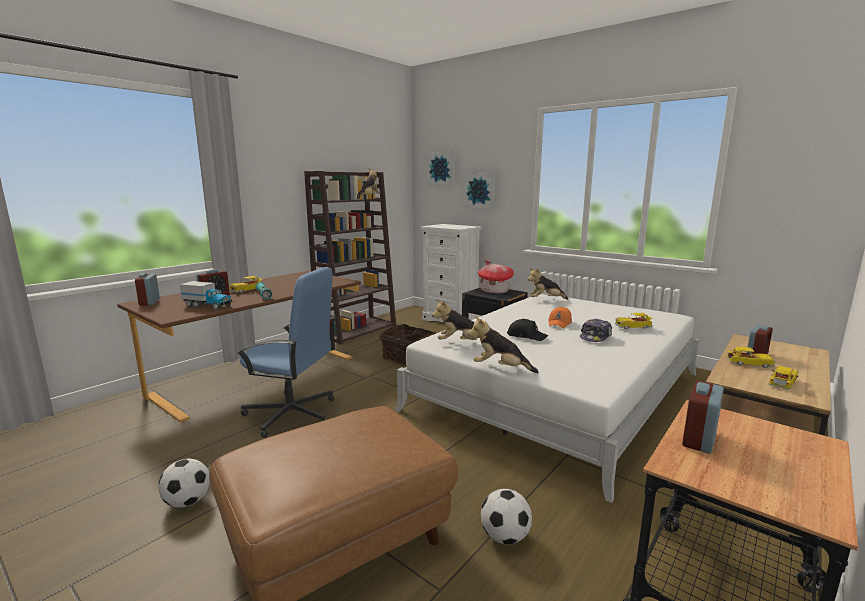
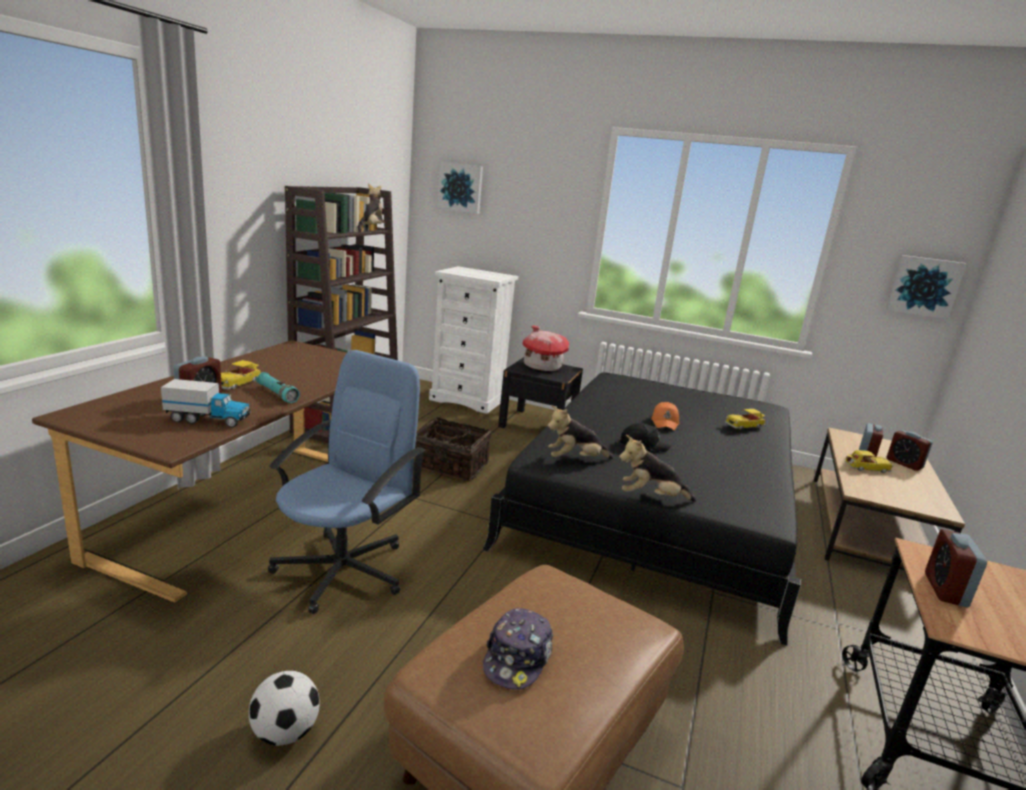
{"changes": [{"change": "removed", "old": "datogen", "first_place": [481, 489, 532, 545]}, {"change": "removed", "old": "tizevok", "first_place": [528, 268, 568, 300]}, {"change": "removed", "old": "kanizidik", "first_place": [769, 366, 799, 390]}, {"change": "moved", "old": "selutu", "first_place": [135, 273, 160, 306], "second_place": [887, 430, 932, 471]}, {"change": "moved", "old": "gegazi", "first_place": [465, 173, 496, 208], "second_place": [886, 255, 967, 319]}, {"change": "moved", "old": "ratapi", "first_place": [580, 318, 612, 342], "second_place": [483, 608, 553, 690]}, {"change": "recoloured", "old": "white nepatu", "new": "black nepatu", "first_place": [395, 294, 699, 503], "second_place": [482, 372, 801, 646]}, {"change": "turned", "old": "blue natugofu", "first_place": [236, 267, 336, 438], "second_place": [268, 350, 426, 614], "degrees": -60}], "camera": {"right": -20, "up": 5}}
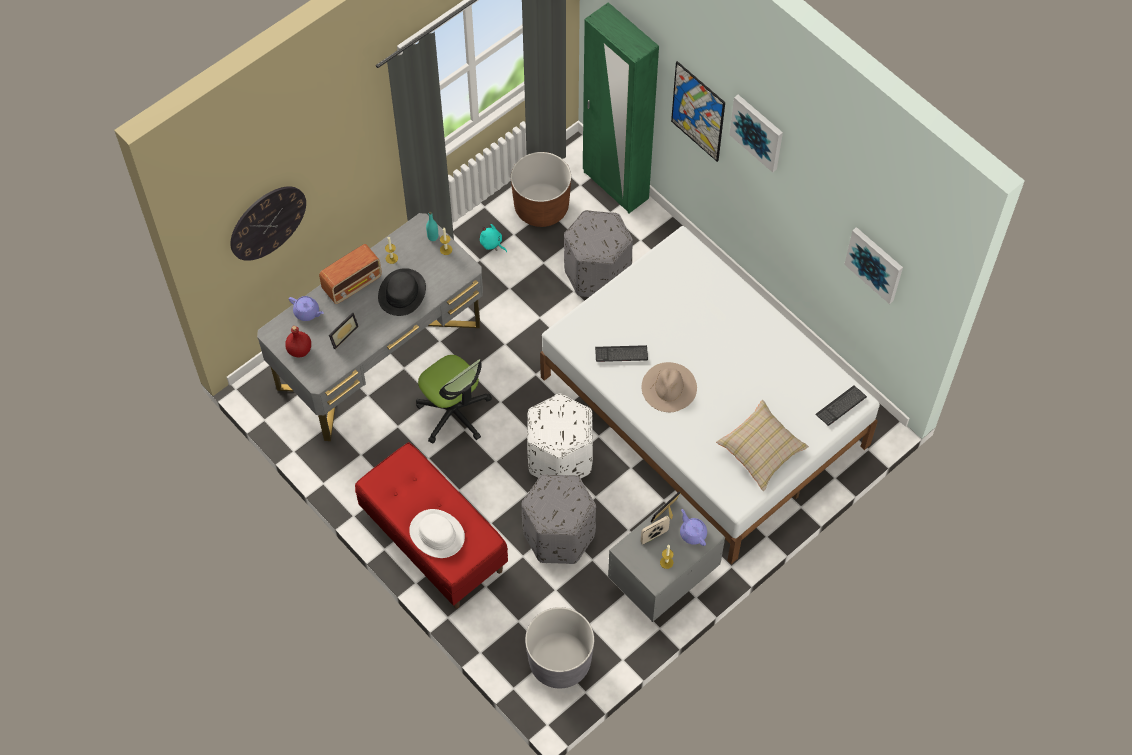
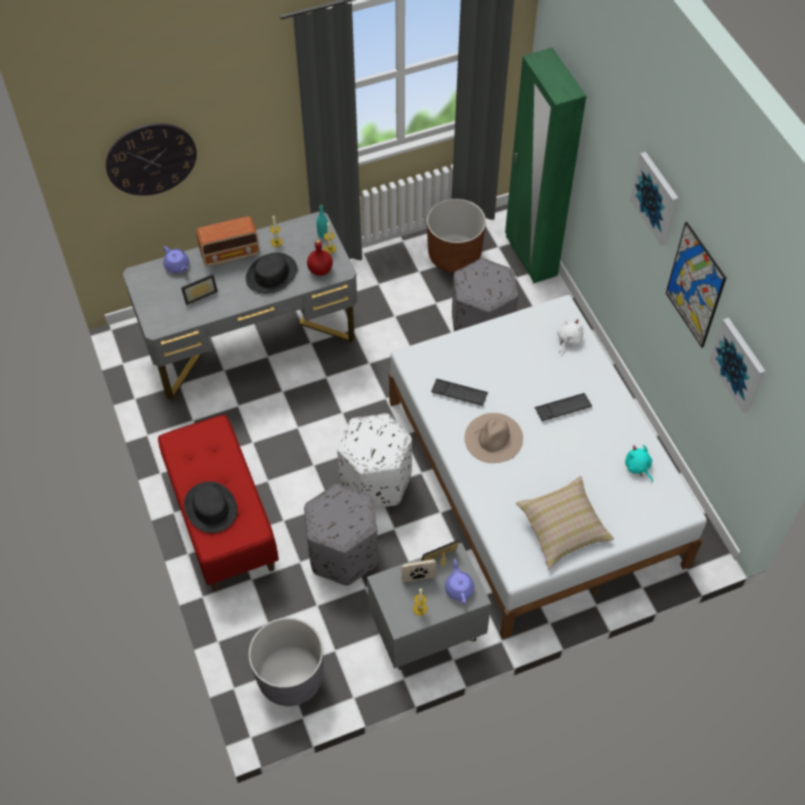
{"changes": [{"change": "removed", "old": "natugofu", "first_place": [416, 355, 492, 444]}, {"change": "added", "new": "white tizevok", "second_place": [557, 318, 584, 353]}, {"change": "moved", "old": "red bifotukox", "first_place": [285, 326, 311, 357], "second_place": [307, 239, 333, 276]}, {"change": "moved", "old": "turquoise tizevok", "first_place": [480, 224, 507, 252], "second_place": [625, 445, 653, 482]}, {"change": "moved", "old": "gegazi", "first_place": [671, 61, 725, 162], "second_place": [666, 222, 726, 348]}, {"change": "moved", "old": "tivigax", "first_place": [815, 385, 867, 426], "second_place": [534, 393, 592, 421]}, {"change": "recoloured", "old": "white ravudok", "new": "black ravudok", "first_place": [409, 509, 465, 558], "second_place": [184, 481, 237, 533]}], "camera": {"right": 20, "up": -5}}
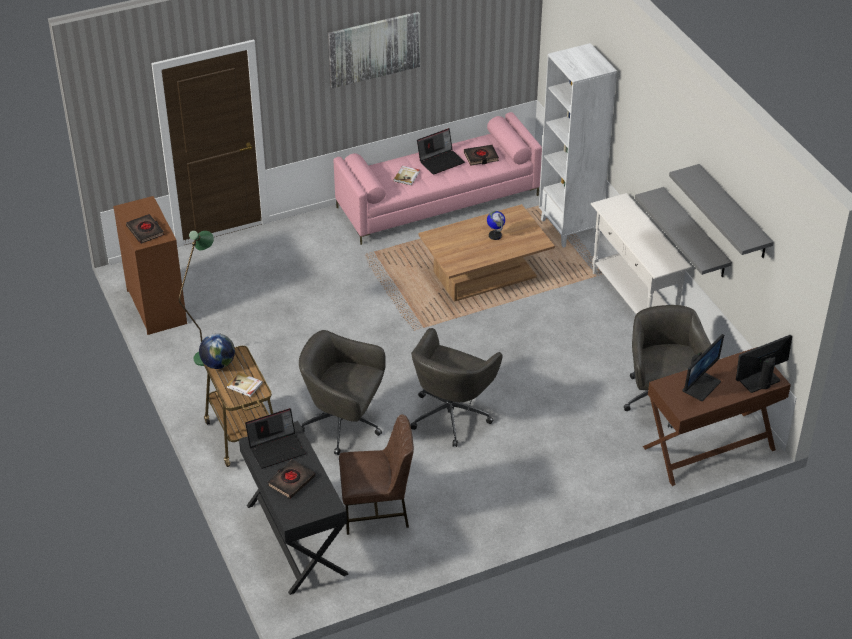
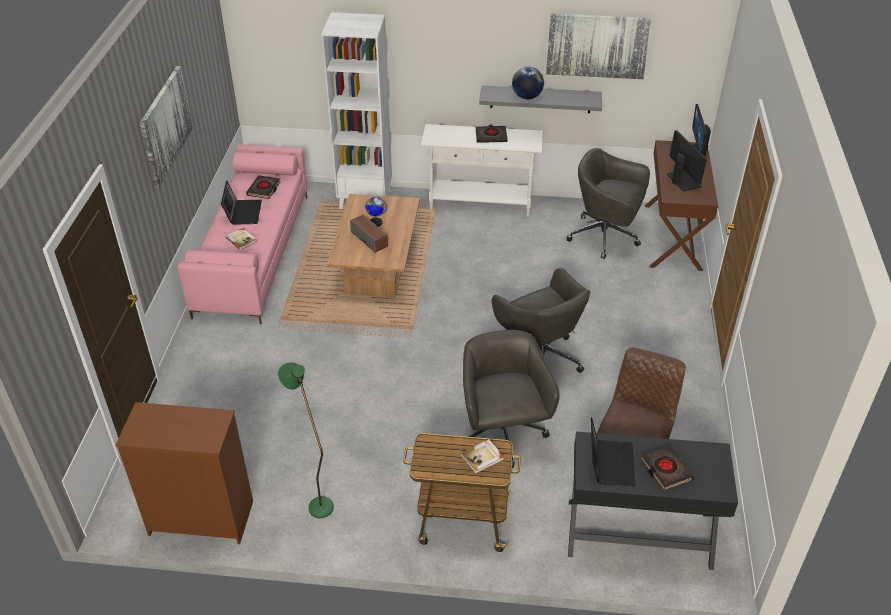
{"changes": [{"change": "added", "new": "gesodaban", "second_place": [350, 215, 388, 253]}, {"change": "moved", "old": "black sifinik", "first_place": [126, 214, 164, 244], "second_place": [476, 125, 508, 143]}, {"change": "moved", "old": "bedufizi", "first_place": [199, 333, 235, 369], "second_place": [512, 67, 544, 99]}, {"change": "replaced", "old": "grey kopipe", "new": "gegazi", "first_place": [669, 164, 774, 258], "second_place": [546, 13, 652, 79]}, {"change": "turned", "old": "grey natugofu", "first_place": [299, 330, 386, 455], "second_place": [463, 330, 560, 468], "degrees": 120}], "camera": {"right": -60, "up": 0}}
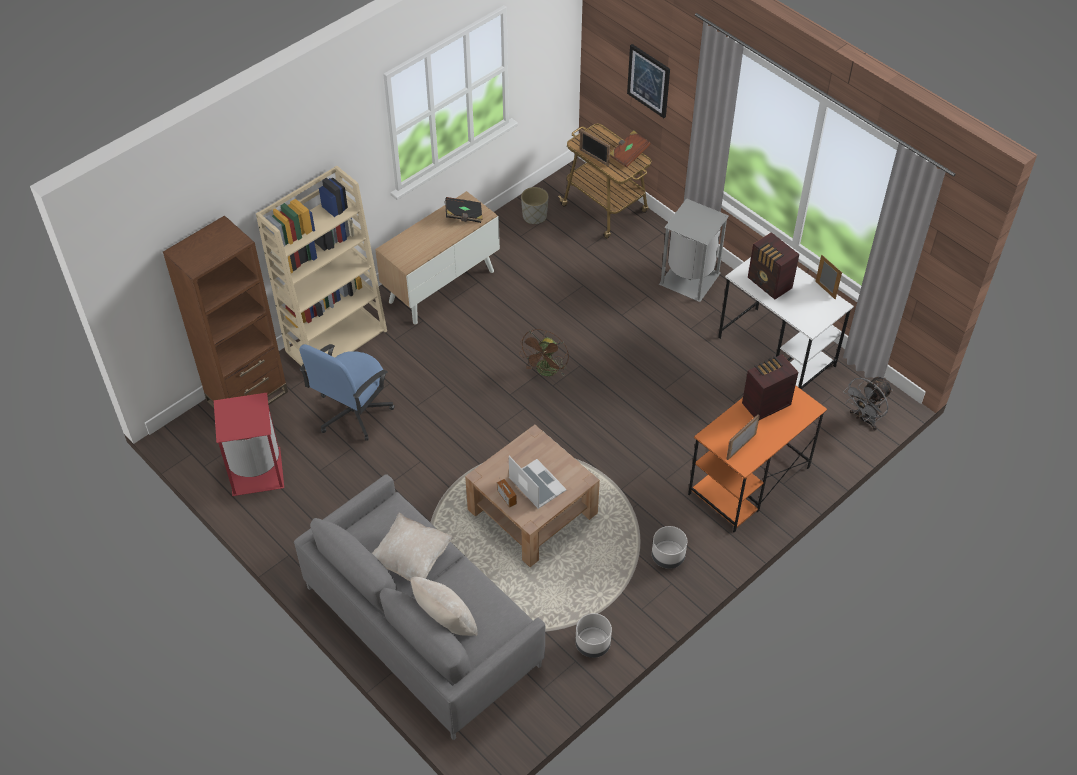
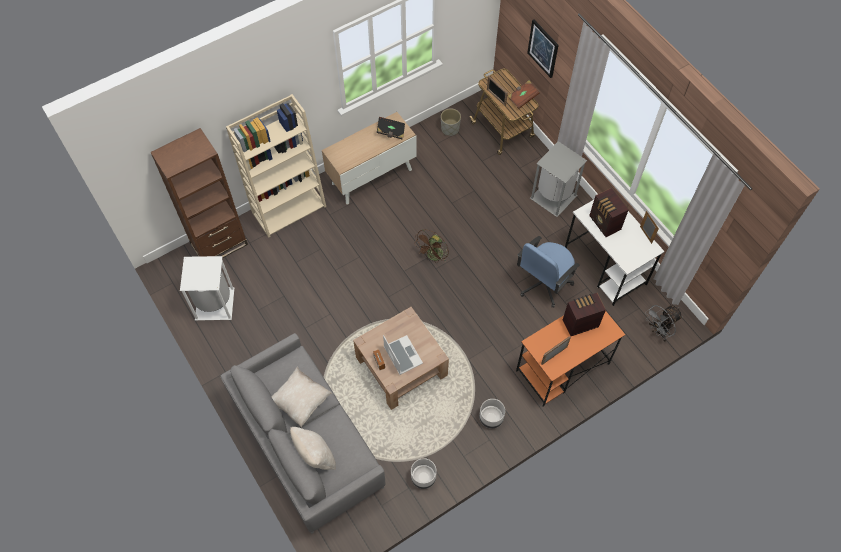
{"changes": [{"change": "moved", "old": "blue natugofu", "first_place": [299, 344, 394, 441], "second_place": [517, 236, 580, 308]}, {"change": "recoloured", "old": "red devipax", "new": "white devipax", "first_place": [214, 393, 284, 496], "second_place": [180, 256, 235, 320]}], "camera": {"right": 10, "up": 10}}
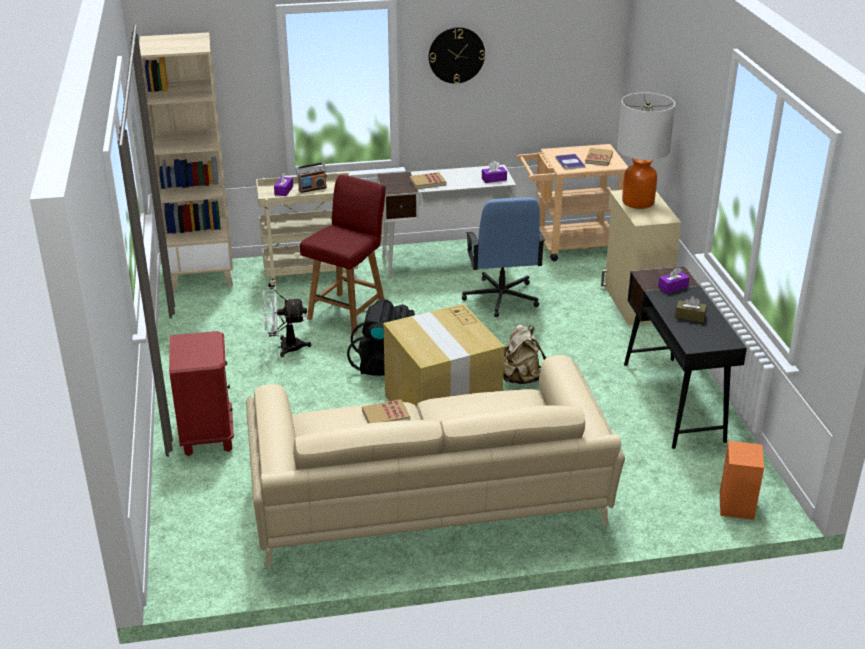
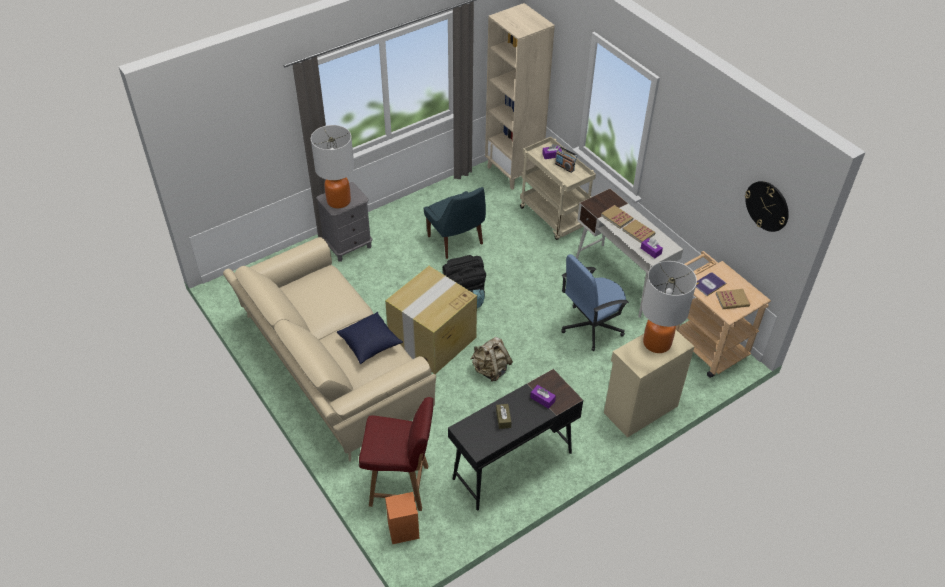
{"changes": [{"change": "added", "new": "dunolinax", "second_place": [311, 125, 355, 208]}, {"change": "added", "new": "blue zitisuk", "second_place": [337, 312, 403, 364]}, {"change": "moved", "old": "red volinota", "first_place": [300, 175, 386, 334], "second_place": [359, 397, 434, 511]}, {"change": "moved", "old": "sifinik", "first_place": [362, 399, 410, 423], "second_place": [622, 219, 656, 243]}, {"change": "moved", "old": "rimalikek", "first_place": [429, 27, 485, 84], "second_place": [745, 181, 789, 232]}, {"change": "replaced", "old": "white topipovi", "new": "blue volinota", "first_place": [263, 287, 311, 357], "second_place": [424, 187, 486, 259]}, {"change": "recoloured", "old": "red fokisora", "new": "grey fokisora", "first_place": [169, 331, 234, 456], "second_place": [316, 182, 373, 262]}], "camera": {"right": 65, "up": 15}}
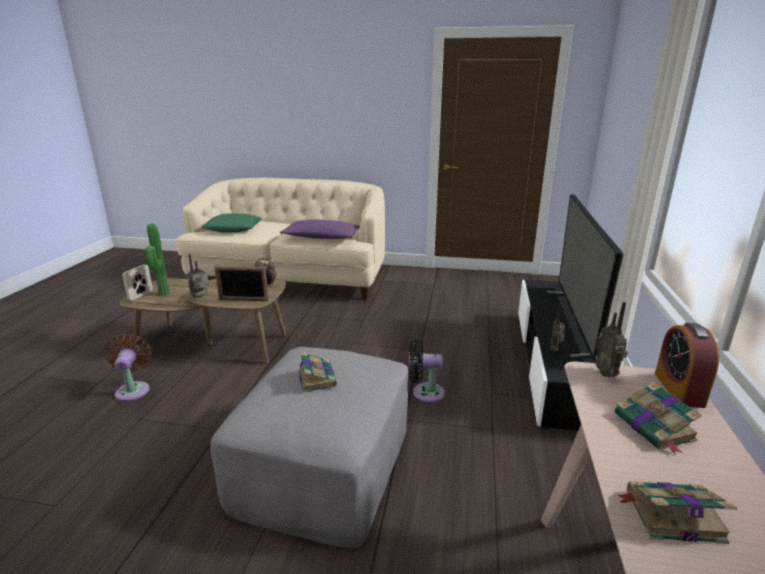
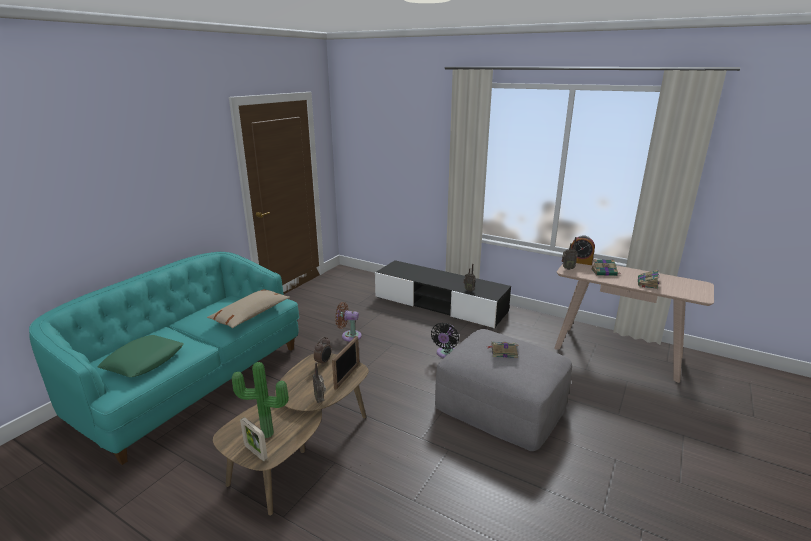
{"changes": [{"change": "removed", "old": "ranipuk", "first_place": [547, 194, 624, 360]}, {"change": "moved", "old": "brown topipovi", "first_place": [105, 334, 152, 402], "second_place": [336, 302, 362, 342]}, {"change": "recoloured", "old": "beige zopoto", "new": "turquoise zopoto", "first_place": [176, 178, 385, 300], "second_place": [29, 252, 300, 465]}, {"change": "recoloured", "old": "purple zitisuk", "new": "beige zitisuk", "first_place": [280, 219, 360, 239], "second_place": [207, 289, 290, 328]}], "camera": {"right": -70, "up": 0}}
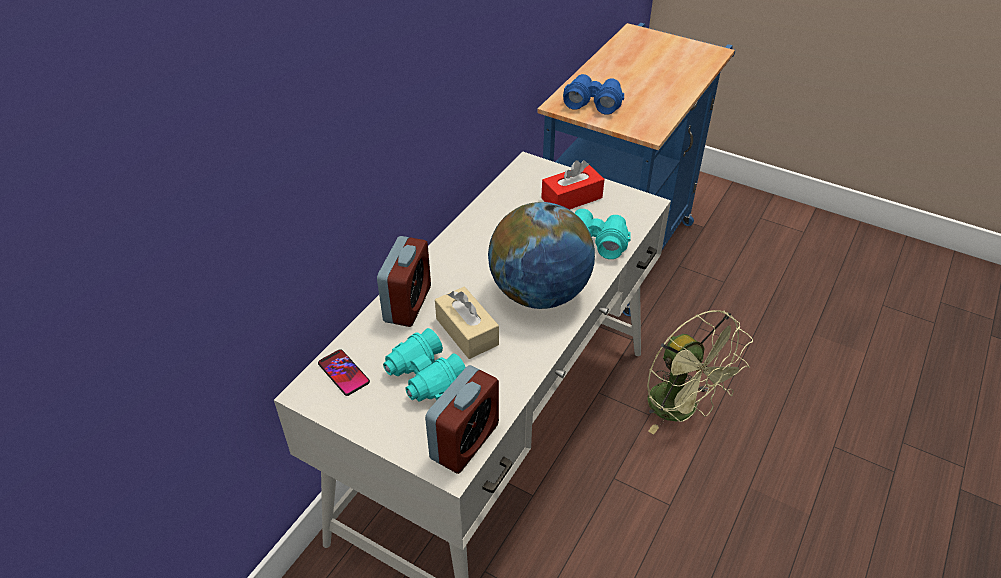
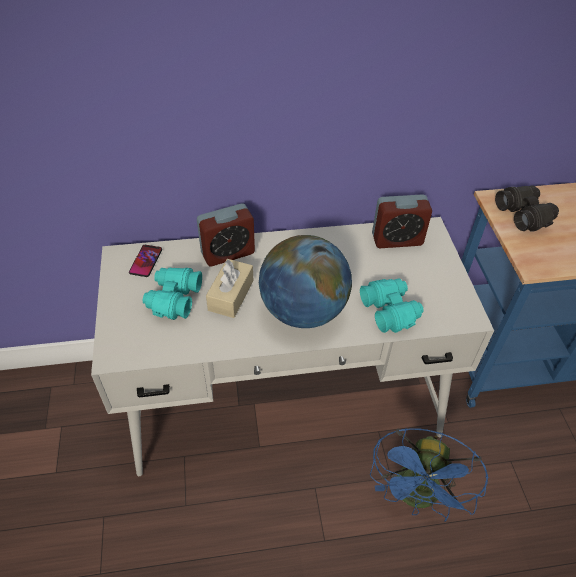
{"changes": [{"change": "removed", "old": "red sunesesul", "first_place": [541, 160, 604, 210]}, {"change": "moved", "old": "selutu", "first_place": [425, 365, 499, 474], "second_place": [372, 194, 432, 248]}, {"change": "recoloured", "old": "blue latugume", "new": "black latugume", "first_place": [563, 74, 624, 115], "second_place": [495, 185, 559, 232]}, {"change": "recoloured", "old": "green topipovi", "new": "blue topipovi", "first_place": [647, 310, 753, 434], "second_place": [370, 428, 489, 522]}], "camera": {"right": 50, "up": 5}}
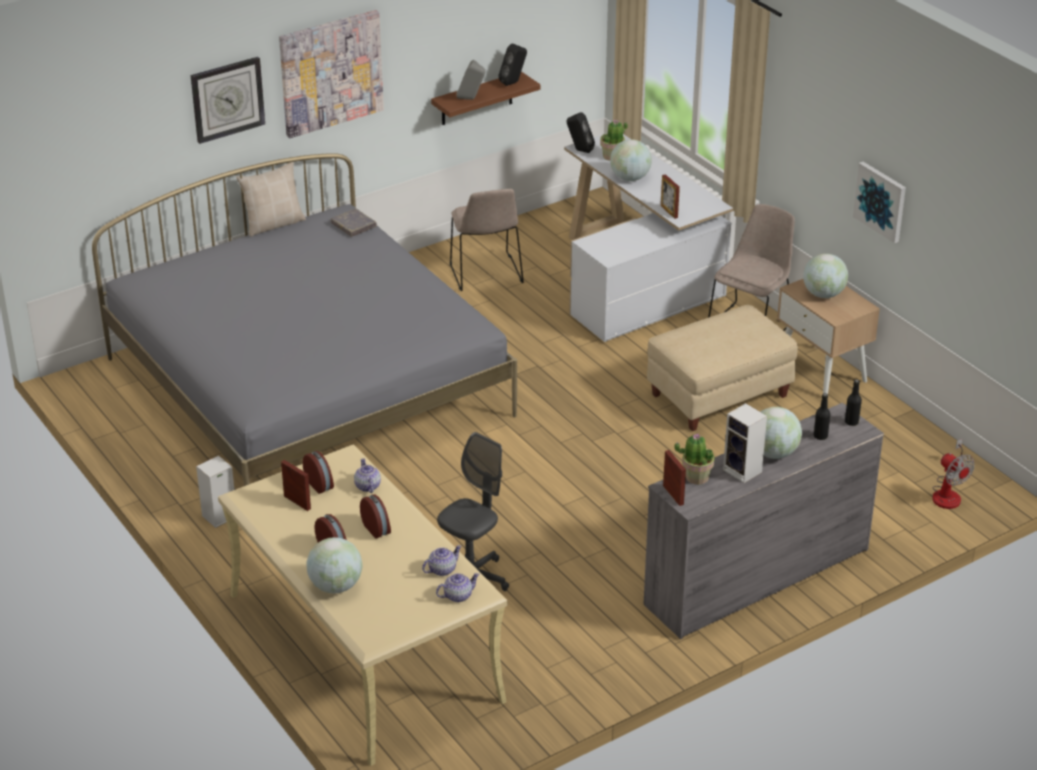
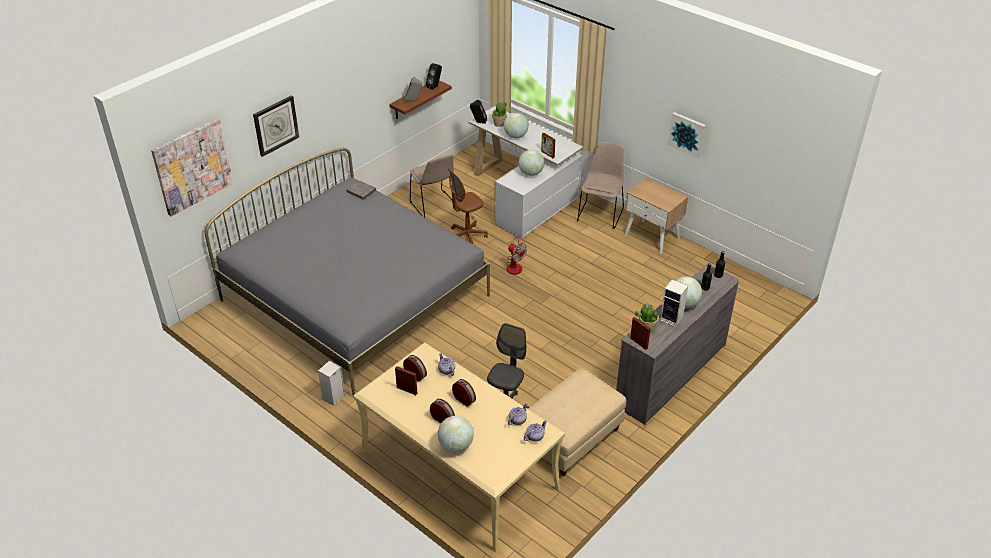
{"changes": [{"change": "removed", "old": "beige zitisuk", "first_place": [236, 162, 306, 237]}, {"change": "added", "new": "brown natugofu", "second_place": [448, 168, 488, 244]}, {"change": "moved", "old": "gegazi", "first_place": [279, 10, 384, 138], "second_place": [151, 118, 233, 216]}, {"change": "moved", "old": "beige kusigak", "first_place": [647, 305, 798, 431], "second_place": [528, 368, 626, 476]}, {"change": "moved", "old": "bedufizi", "first_place": [803, 254, 848, 298], "second_place": [519, 150, 544, 176]}, {"change": "moved", "old": "topipovi", "first_place": [932, 439, 975, 509], "second_place": [506, 233, 527, 275]}], "camera": {"right": -15, "up": 5}}
